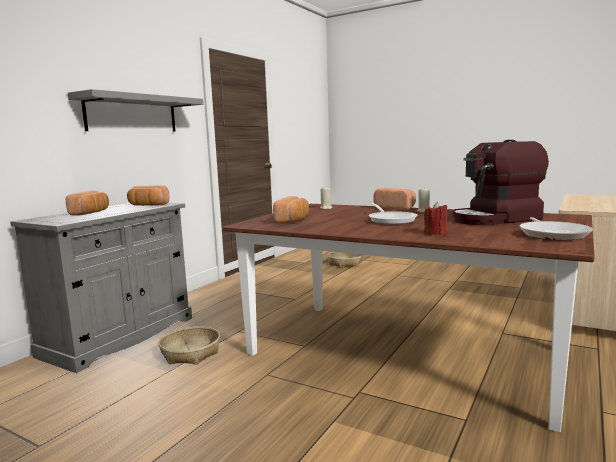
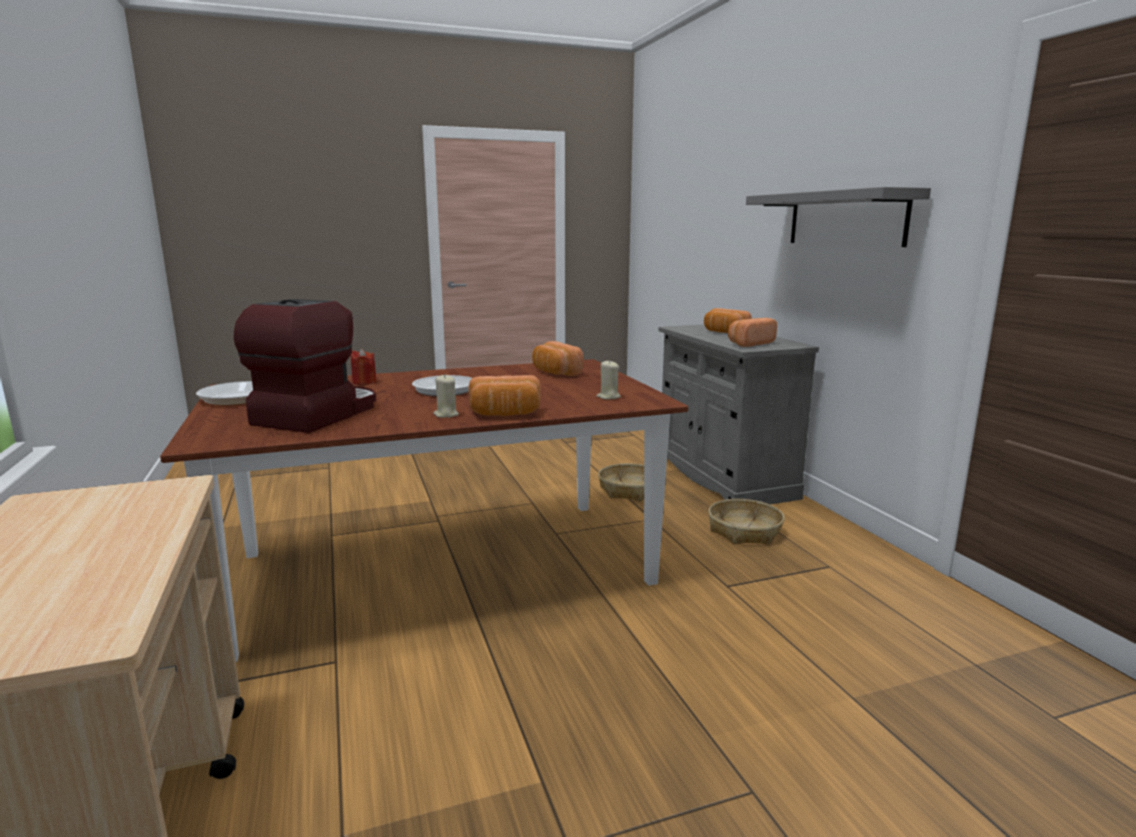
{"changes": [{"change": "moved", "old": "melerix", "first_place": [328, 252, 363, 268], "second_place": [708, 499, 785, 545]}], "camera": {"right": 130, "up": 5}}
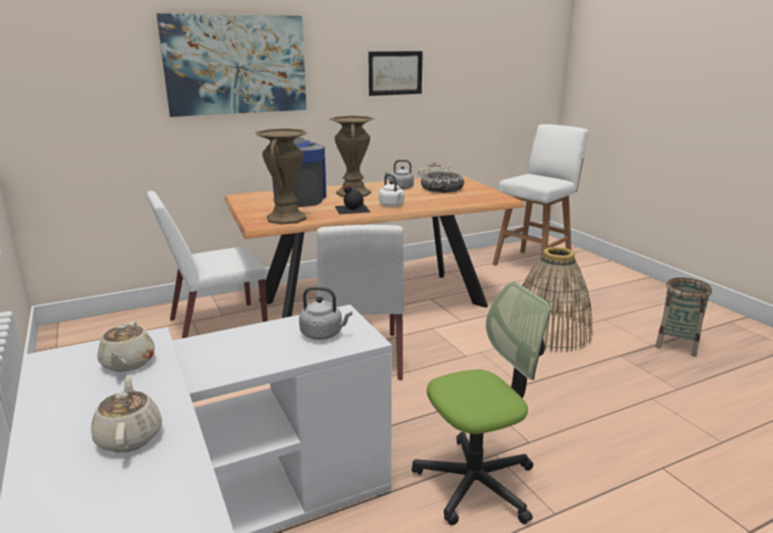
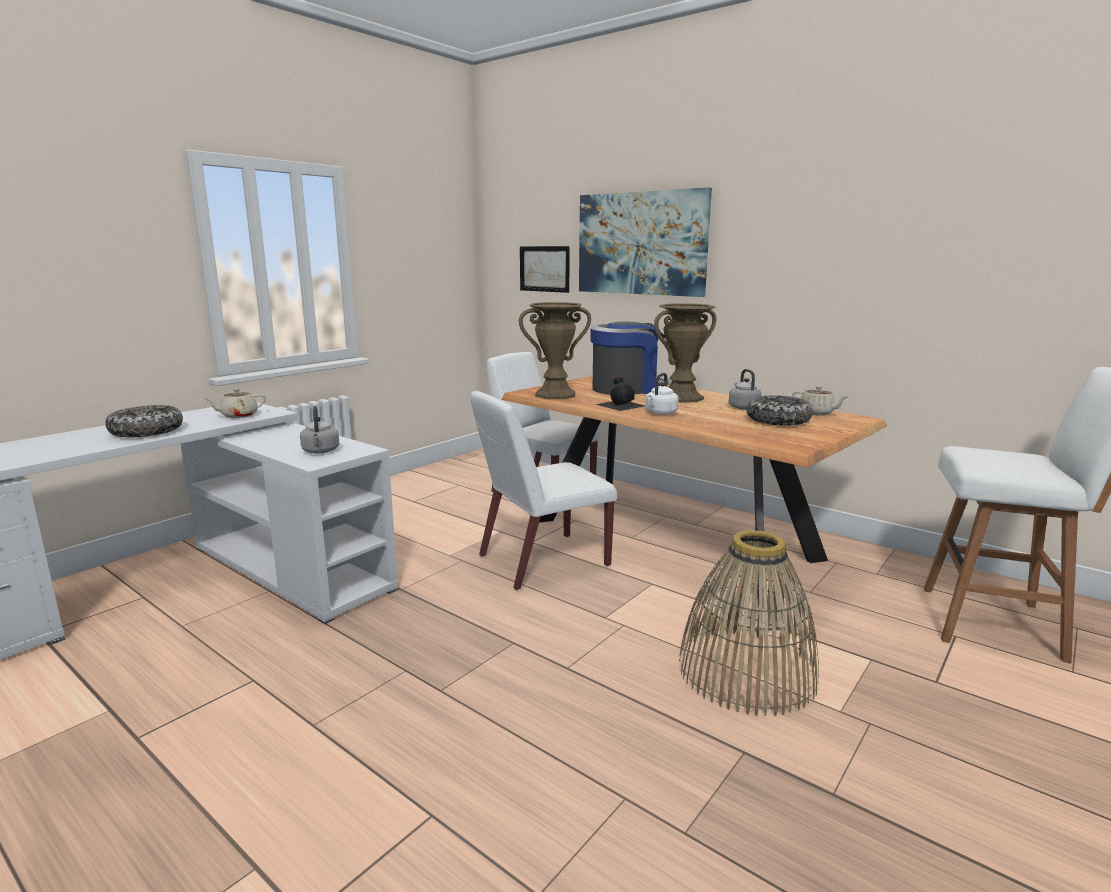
{"changes": [{"change": "removed", "old": "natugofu", "first_place": [412, 282, 551, 525]}, {"change": "removed", "old": "melerix", "first_place": [655, 277, 712, 357]}, {"change": "moved", "old": "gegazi", "first_place": [369, 51, 423, 96], "second_place": [520, 246, 570, 293]}, {"change": "replaced", "old": "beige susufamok", "new": "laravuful", "first_place": [91, 375, 162, 453], "second_place": [105, 405, 183, 437]}], "camera": {"right": 65, "up": -5}}
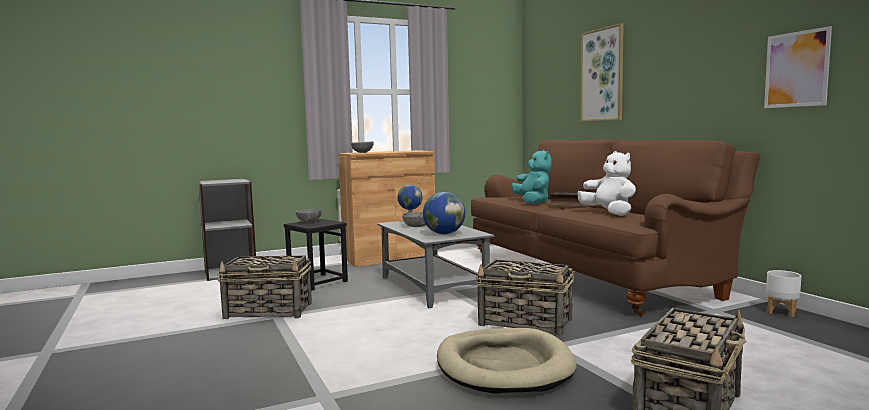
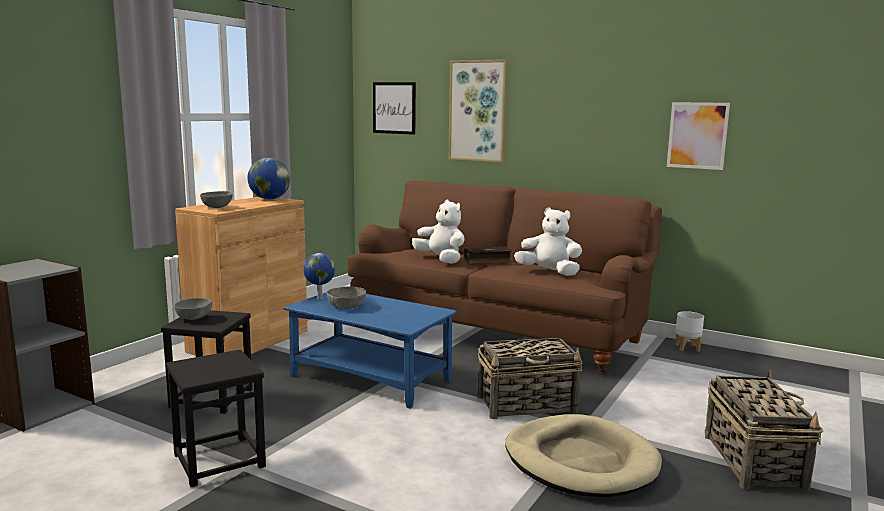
{"changes": [{"change": "added", "new": "gegazi", "second_place": [373, 82, 416, 135]}, {"change": "moved", "old": "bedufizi", "first_place": [423, 192, 465, 234], "second_place": [247, 158, 290, 199]}, {"change": "replaced", "old": "melerix", "new": "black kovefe", "first_place": [217, 256, 312, 319], "second_place": [166, 349, 266, 487]}, {"change": "recoloured", "old": "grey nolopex", "new": "blue nolopex", "first_place": [377, 221, 494, 308], "second_place": [283, 292, 458, 409]}, {"change": "recoloured", "old": "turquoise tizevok", "new": "white tizevok", "first_place": [512, 150, 552, 204], "second_place": [412, 200, 465, 264]}], "camera": {"right": -35, "up": 5}}
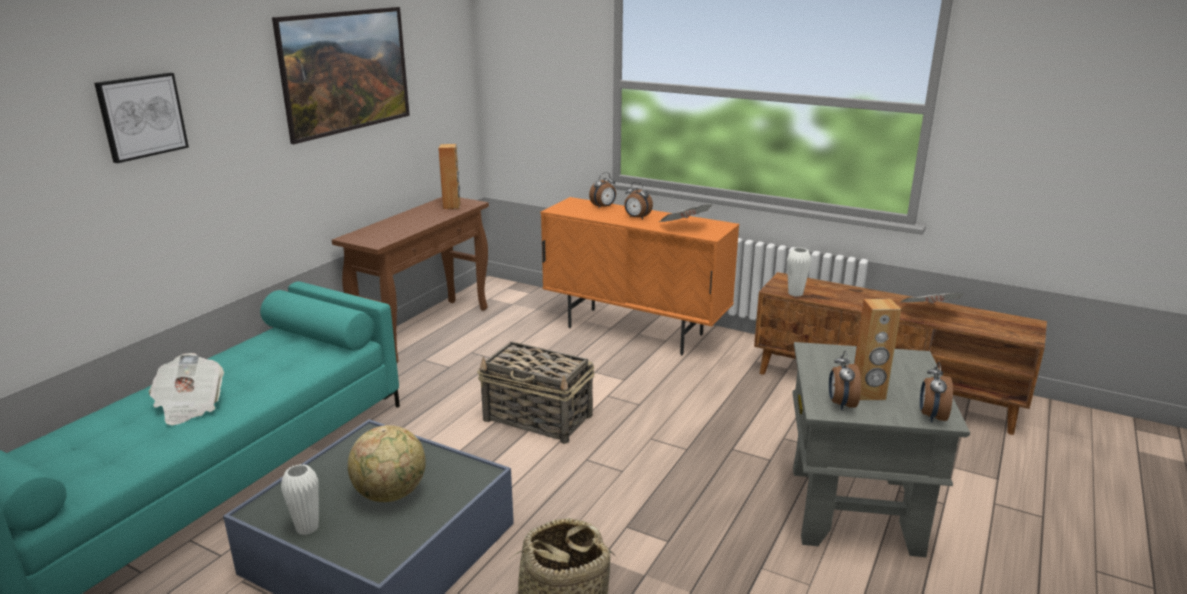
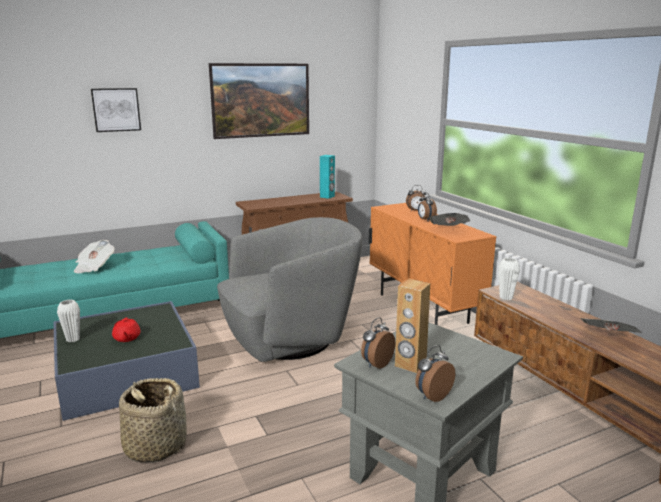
{"changes": [{"change": "replaced", "old": "bedufizi", "new": "red susufamok", "first_place": [348, 425, 426, 502], "second_place": [112, 317, 141, 342]}, {"change": "replaced", "old": "melerix", "new": "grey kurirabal", "first_place": [477, 342, 594, 444], "second_place": [217, 217, 362, 362]}, {"change": "recoloured", "old": "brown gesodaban", "new": "turquoise gesodaban", "first_place": [438, 144, 460, 209], "second_place": [320, 155, 335, 199]}], "camera": {"right": 35, "up": -5}}
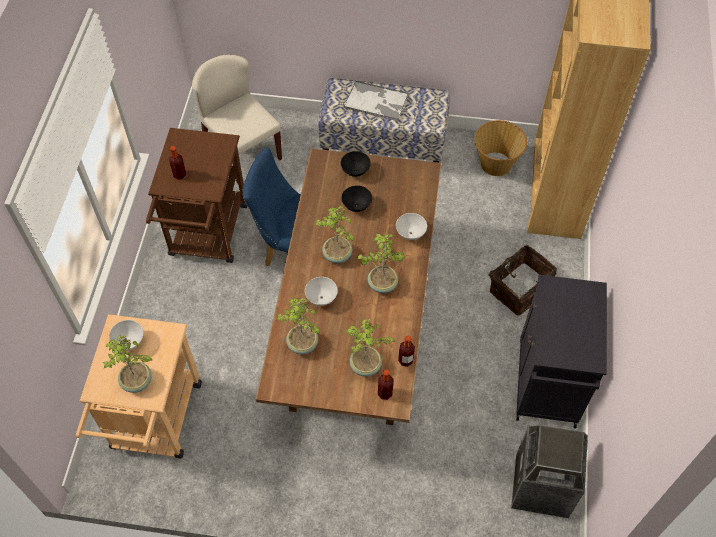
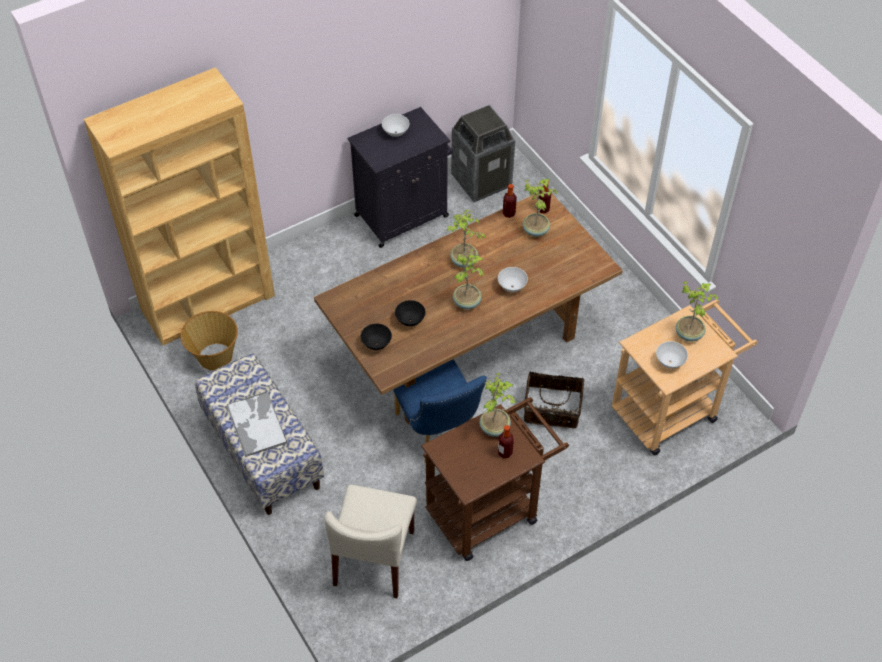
{"changes": [{"change": "moved", "old": "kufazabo", "first_place": [277, 298, 320, 354], "second_place": [480, 373, 516, 437]}, {"change": "moved", "old": "white laravuful", "first_place": [396, 213, 427, 240], "second_place": [382, 114, 409, 137]}, {"change": "moved", "old": "melerix", "first_place": [489, 244, 557, 316], "second_place": [524, 372, 584, 428]}], "camera": {"right": -130, "up": -5}}
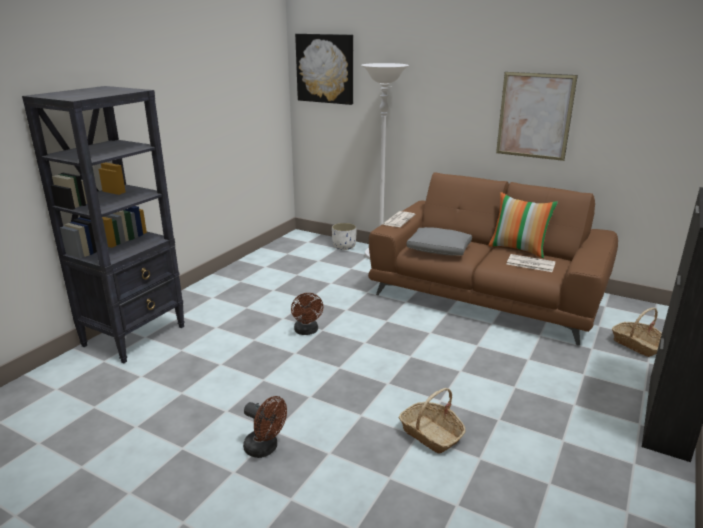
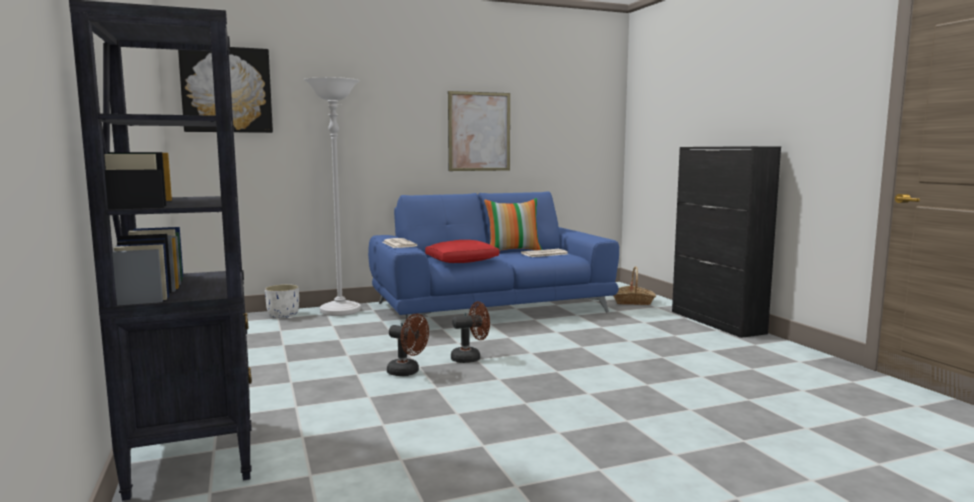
{"changes": [{"change": "removed", "old": "melerix", "first_place": [398, 388, 466, 454]}, {"change": "moved", "old": "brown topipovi", "first_place": [243, 396, 287, 458], "second_place": [451, 301, 490, 363]}, {"change": "recoloured", "old": "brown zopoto", "new": "blue zopoto", "first_place": [368, 173, 618, 346], "second_place": [368, 191, 619, 327]}, {"change": "recoloured", "old": "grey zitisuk", "new": "red zitisuk", "first_place": [407, 227, 472, 256], "second_place": [425, 240, 499, 263]}], "camera": {"right": -50, "up": -15}}
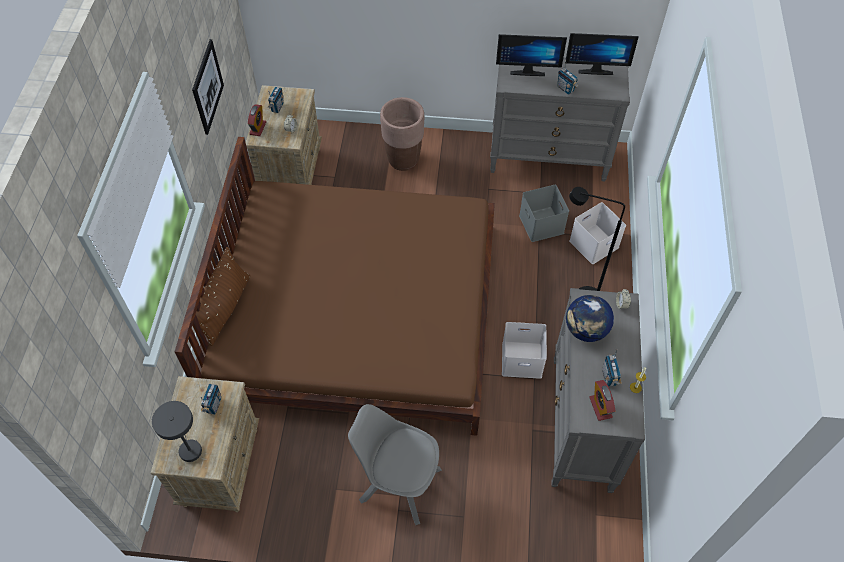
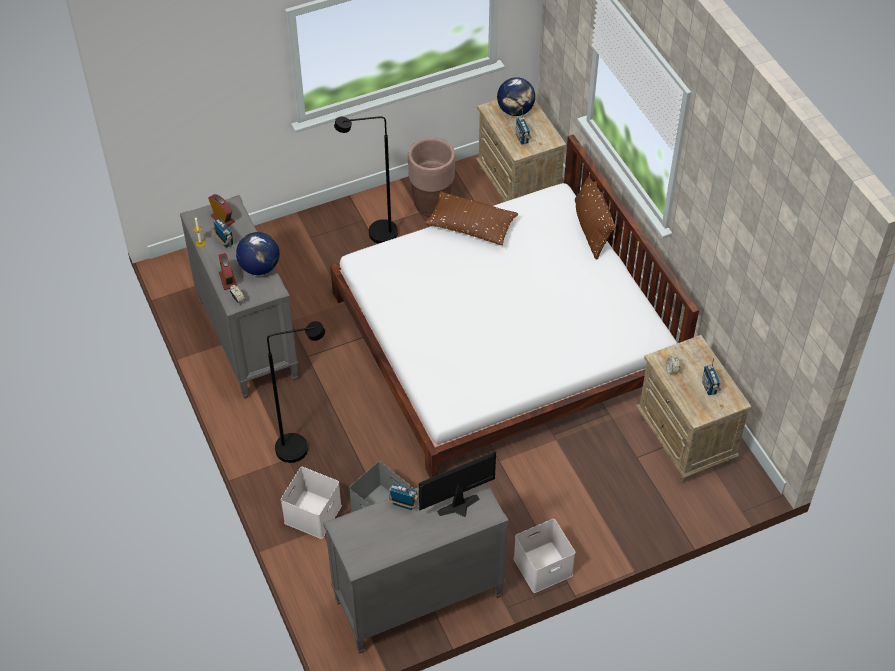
{"changes": [{"change": "removed", "old": "gegazi", "first_place": [192, 39, 224, 135]}, {"change": "removed", "old": "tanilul", "first_place": [565, 33, 639, 75]}, {"change": "added", "new": "brown zitisuk", "second_place": [424, 192, 518, 246]}, {"change": "moved", "old": "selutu", "first_place": [248, 104, 266, 136], "second_place": [218, 253, 237, 290]}, {"change": "moved", "old": "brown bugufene", "first_place": [380, 97, 424, 171], "second_place": [408, 137, 455, 217]}, {"change": "moved", "old": "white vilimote", "first_place": [502, 322, 547, 379], "second_place": [514, 519, 575, 593]}, {"change": "replaced", "old": "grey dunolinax", "new": "bedufizi", "first_place": [152, 401, 202, 462], "second_place": [497, 77, 535, 116]}, {"change": "replaced", "old": "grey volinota", "new": "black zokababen", "first_place": [348, 404, 442, 525], "second_place": [334, 117, 398, 244]}, {"change": "recoloured", "old": "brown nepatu", "new": "white nepatu", "first_place": [175, 137, 495, 436], "second_place": [330, 134, 699, 478]}], "camera": {"right": 150, "up": -5}}
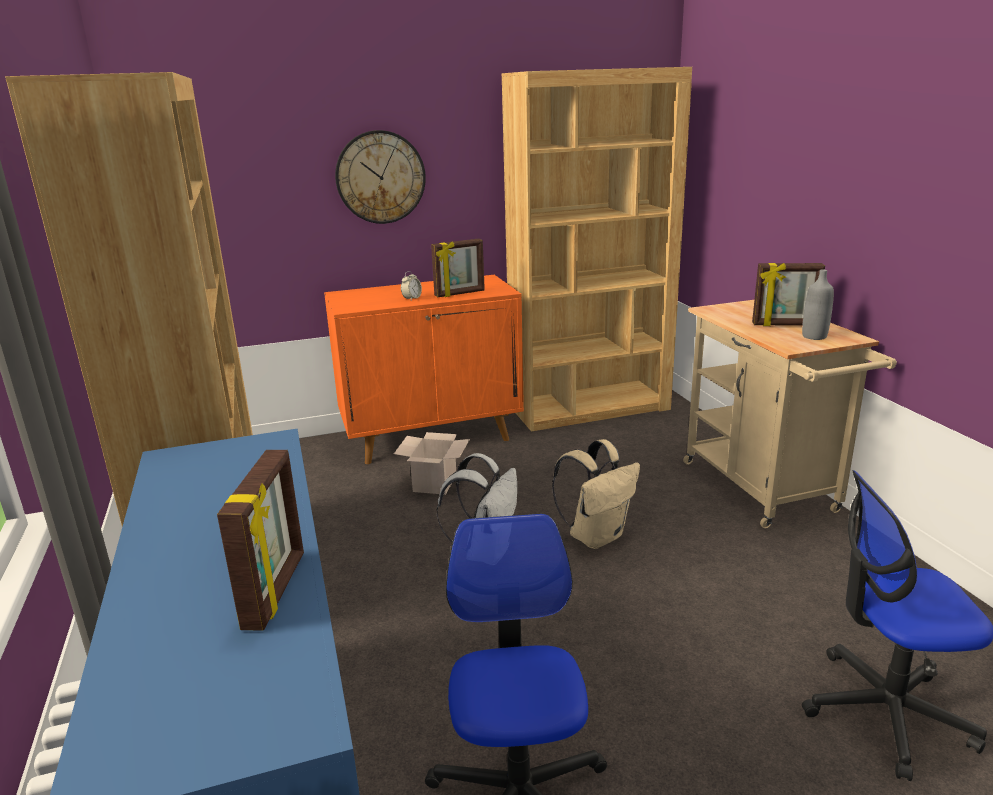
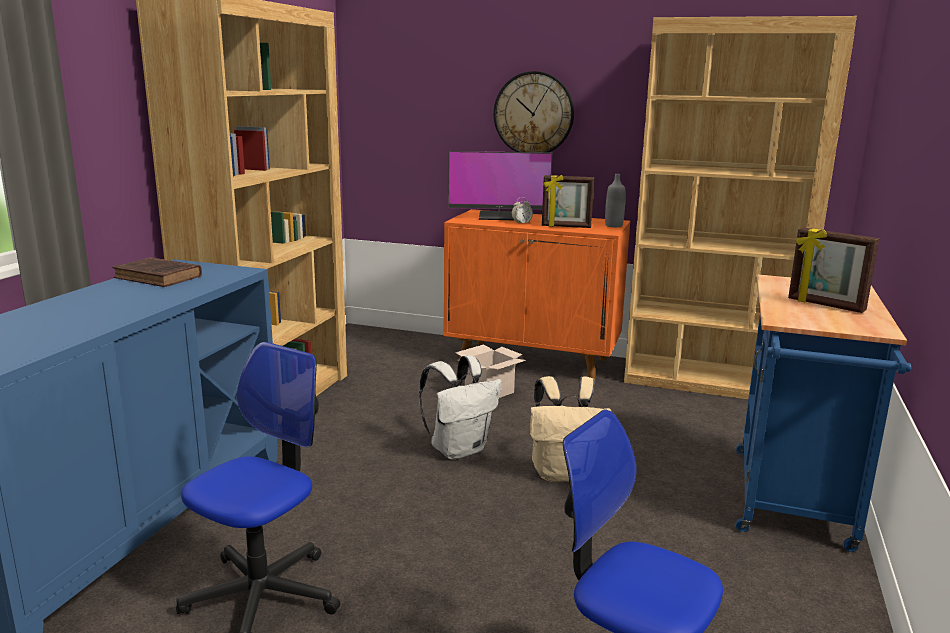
{"changes": [{"change": "removed", "old": "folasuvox", "first_place": [217, 450, 304, 631]}, {"change": "added", "new": "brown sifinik", "second_place": [112, 257, 202, 287]}, {"change": "added", "new": "tanilul", "second_place": [448, 151, 552, 220]}, {"change": "moved", "old": "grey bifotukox", "first_place": [802, 269, 834, 340], "second_place": [605, 174, 626, 227]}, {"change": "recoloured", "old": "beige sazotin", "new": "blue sazotin", "first_place": [683, 300, 897, 529], "second_place": [736, 275, 912, 552]}], "camera": {"right": 35, "up": -5}}
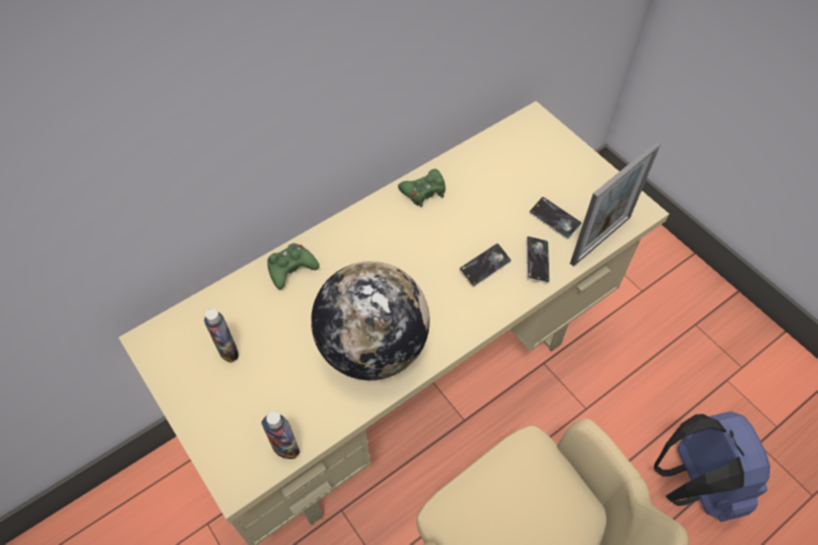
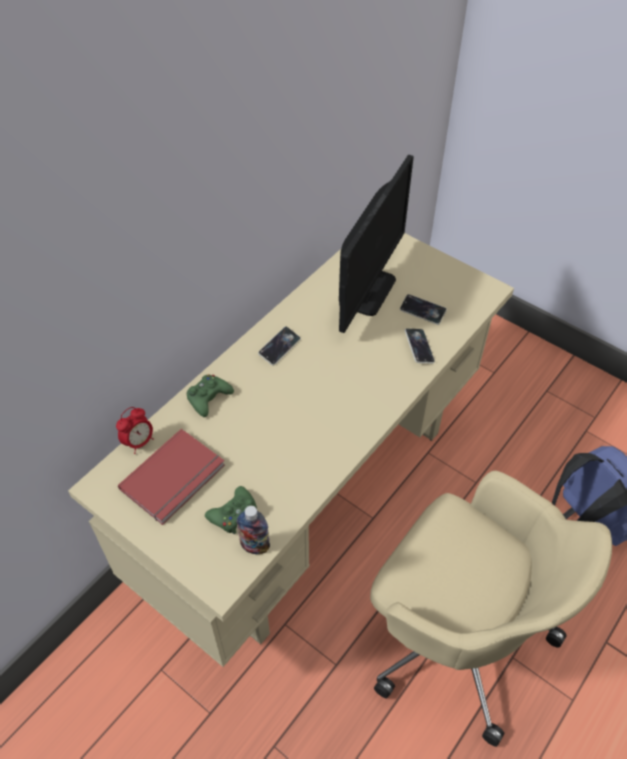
{"changes": [{"change": "removed", "old": "bedufizi", "first_place": [311, 261, 430, 380]}, {"change": "removed", "old": "folasuvox", "first_place": [570, 141, 661, 266]}, {"change": "added", "new": "selutu", "second_place": [116, 407, 154, 454]}, {"change": "added", "new": "tanilul", "second_place": [339, 154, 414, 333]}, {"change": "moved", "old": "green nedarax", "first_place": [398, 169, 446, 207], "second_place": [205, 486, 257, 534]}, {"change": "moved", "old": "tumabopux", "first_place": [459, 243, 511, 287], "second_place": [258, 326, 301, 366]}, {"change": "replaced", "old": "bifotukox", "new": "red sifinik", "first_place": [204, 309, 238, 363], "second_place": [118, 429, 225, 525]}], "camera": {"right": -15, "up": -5}}
